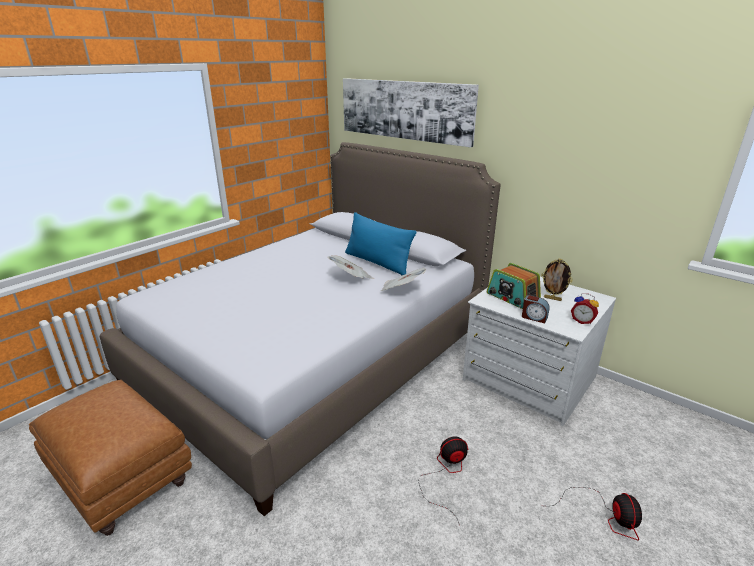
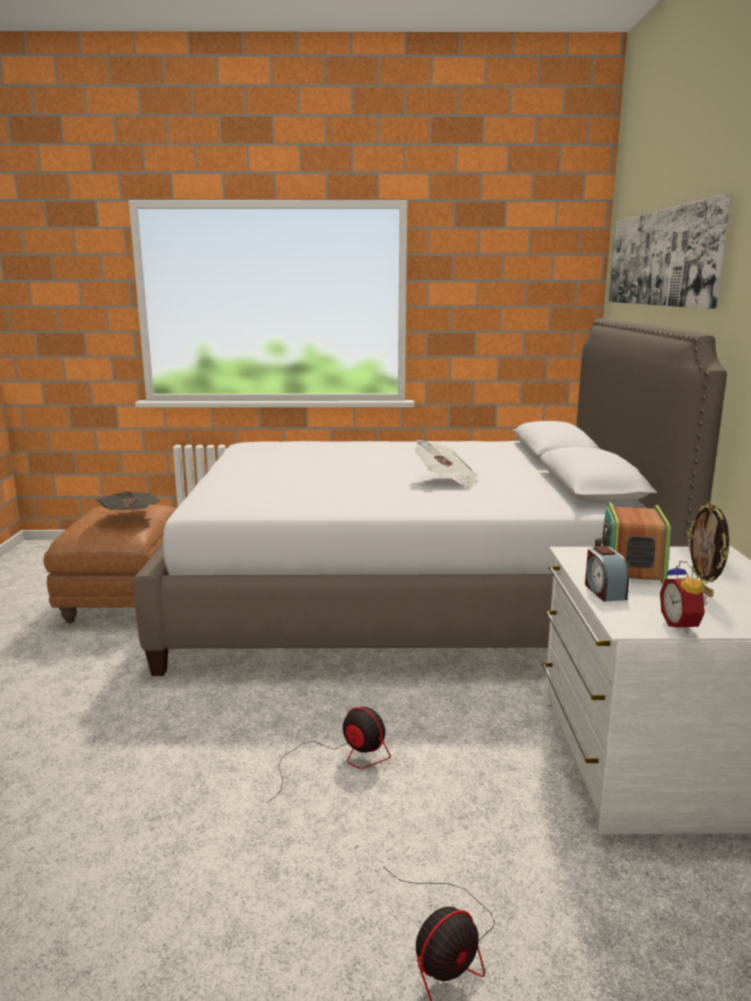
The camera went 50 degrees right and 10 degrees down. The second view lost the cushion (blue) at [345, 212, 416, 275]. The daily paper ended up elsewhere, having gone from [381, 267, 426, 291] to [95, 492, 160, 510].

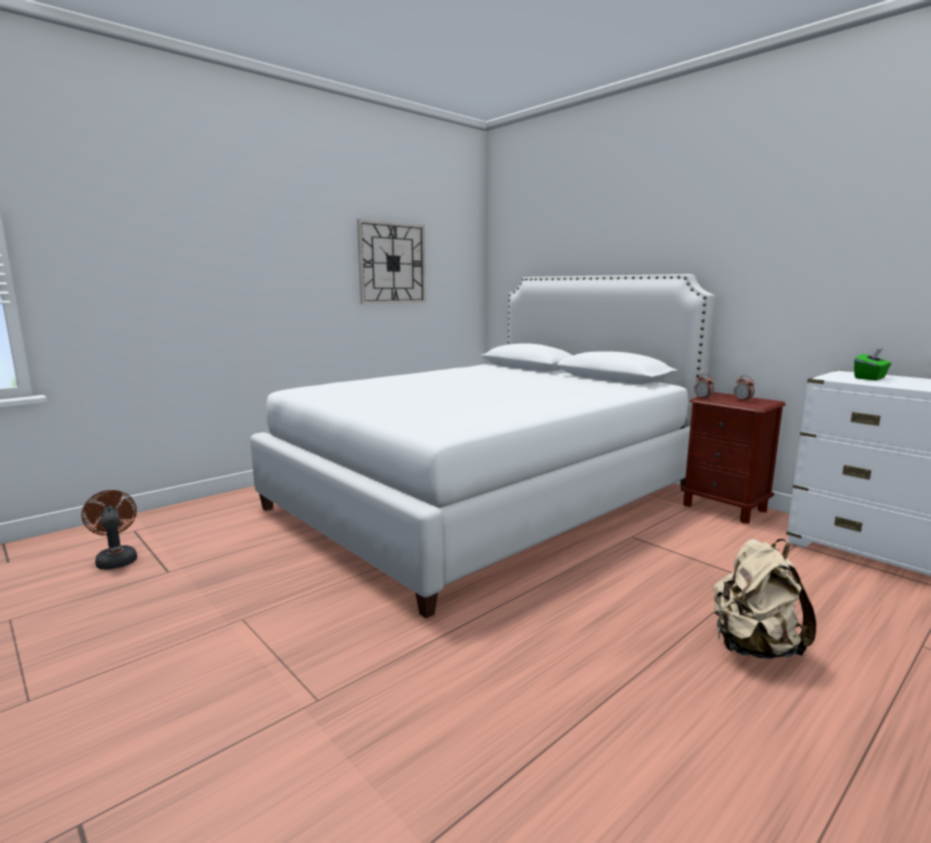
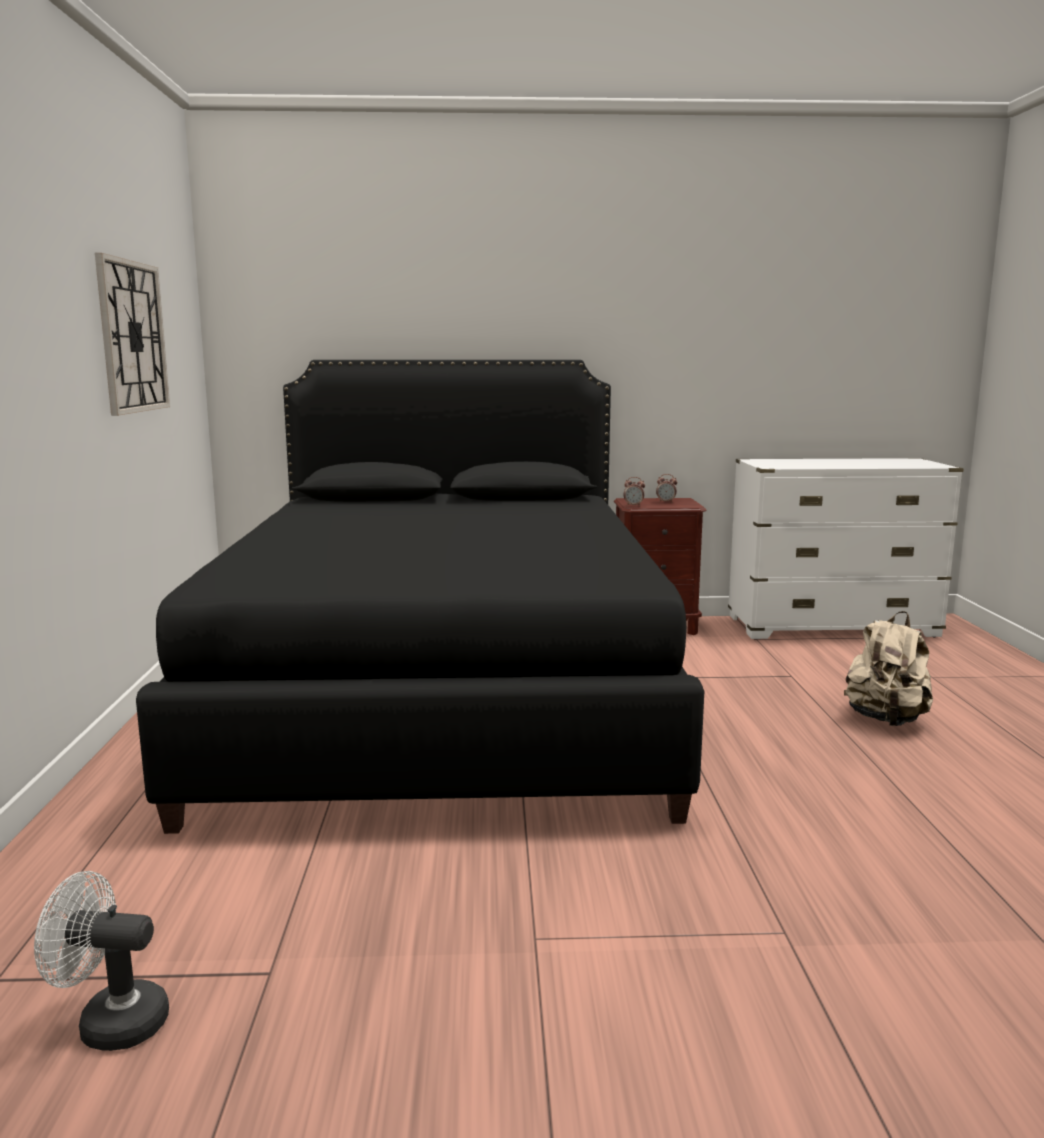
The camera went 50 degrees left and 0 degrees up. What was the fan (brown) at [81, 490, 137, 570] turned into the fan (white) at [34, 871, 169, 1051]. What was the bedroom bed (white) at [250, 274, 715, 618] turned into the bedroom bed (blackish) at [136, 360, 704, 834]. The second view lost the tissue box (green-coloured) at [854, 348, 892, 380].

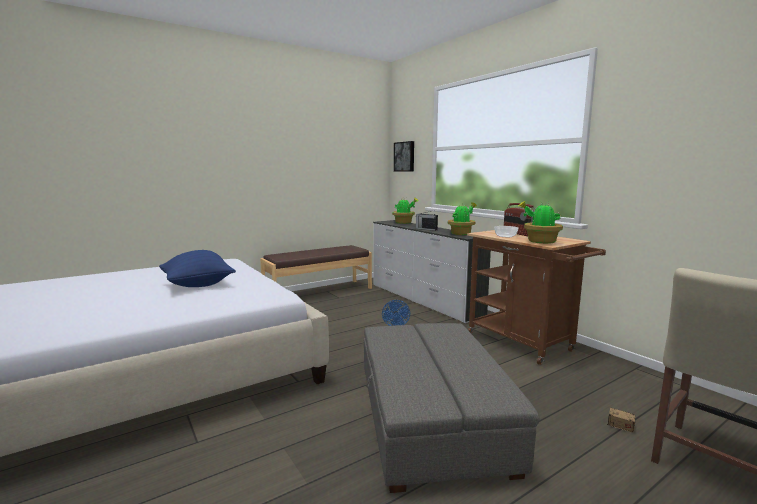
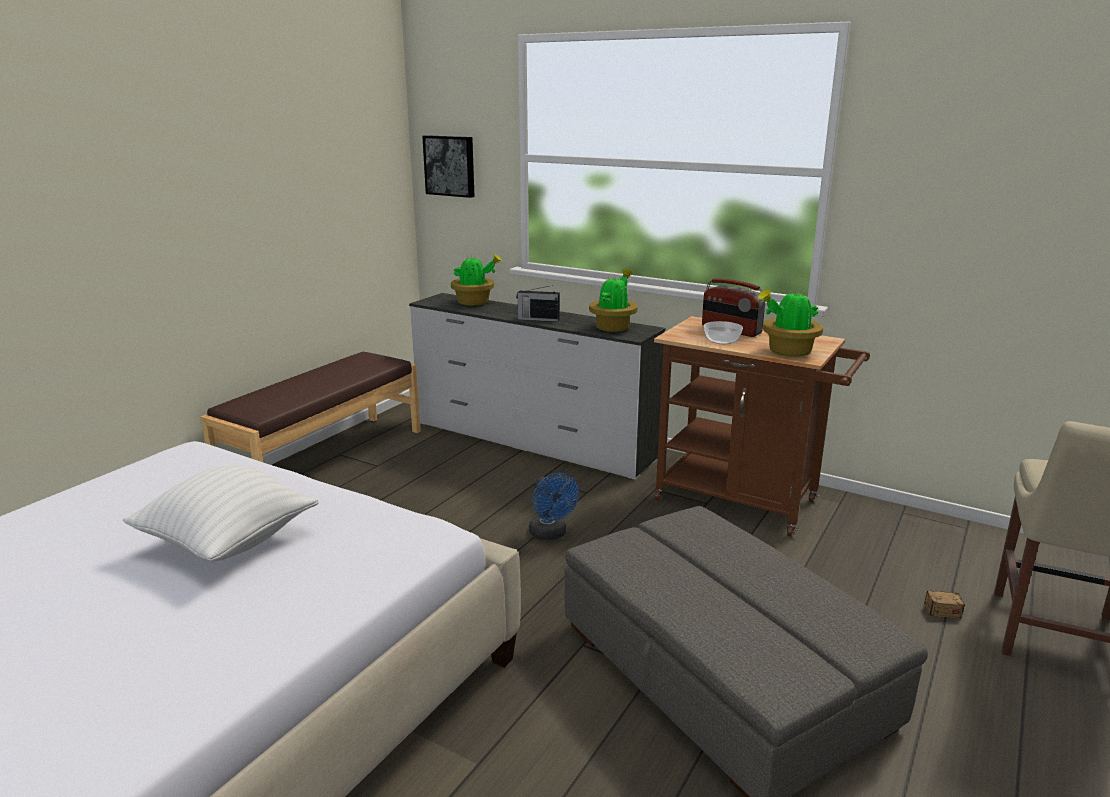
The camera went 25 degrees left and 10 degrees up. What was the cushion (blue) at [159, 250, 236, 287] turned into the cushion (white) at [123, 465, 319, 561].

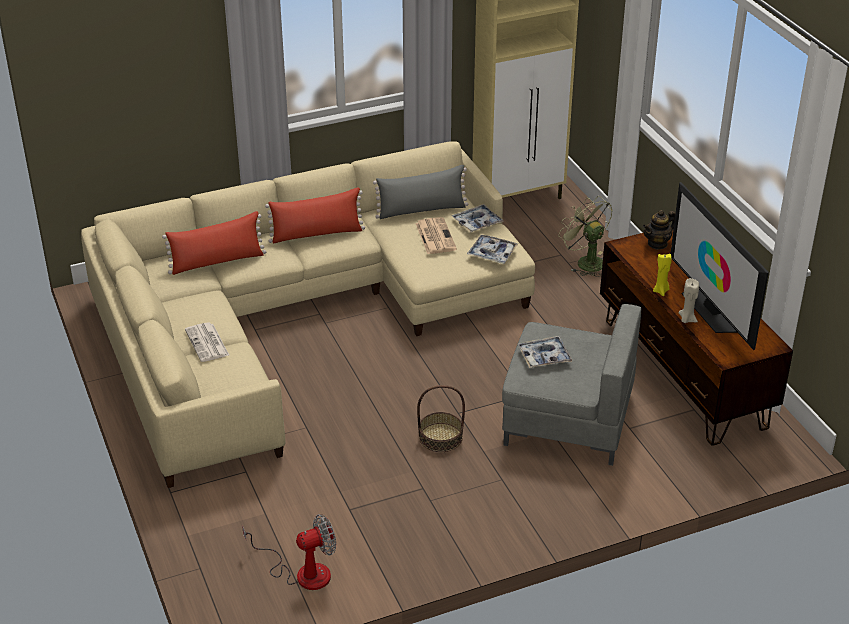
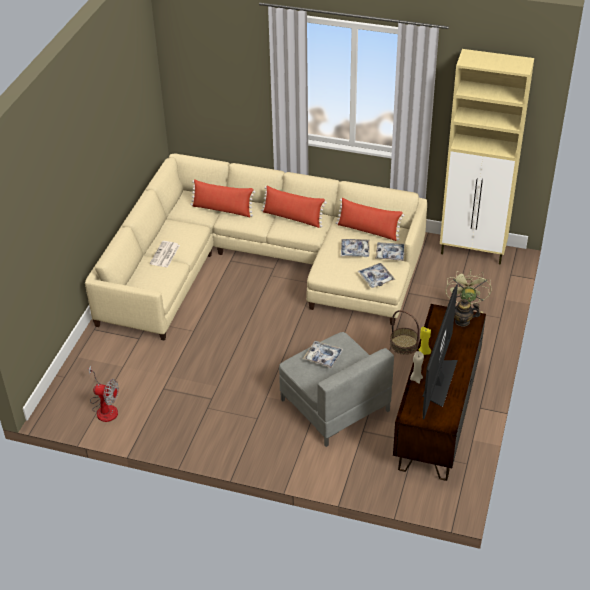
The camera went 40 degrees right and 5 degrees up. What was the cushion (grey) at [373, 165, 468, 219] turned into the cushion (red-coloured) at [336, 198, 404, 241]. Where the daily paper stood at [415, 217, 457, 254], the serving tray came to stand at [341, 239, 370, 257]. The household basket ended up elsewhere, having gone from [417, 385, 465, 452] to [390, 310, 419, 355].

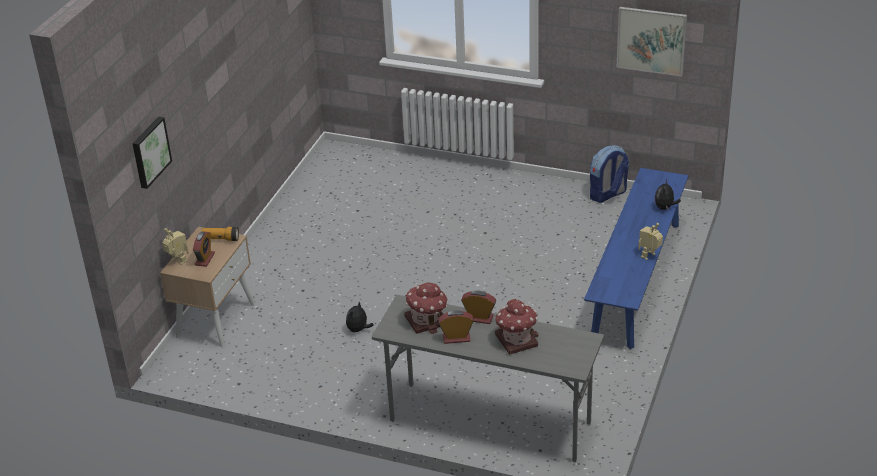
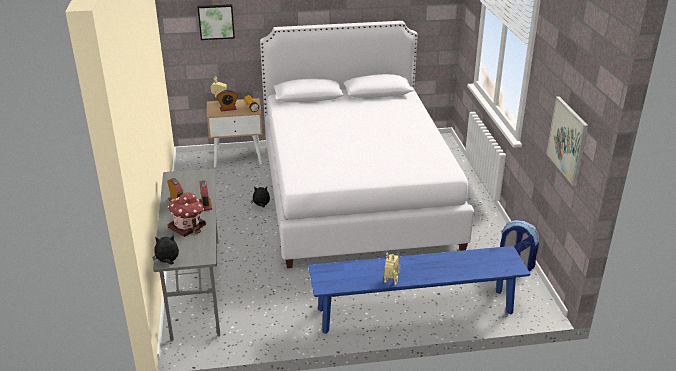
The camera went 60 degrees right and 5 degrees down. The second view lost the toy house at [404, 282, 447, 334]. The plush toy ended up elsewhere, having gone from [655, 179, 681, 210] to [153, 235, 179, 265]. The second view gained the bedroom bed (white) at [260, 21, 474, 268].

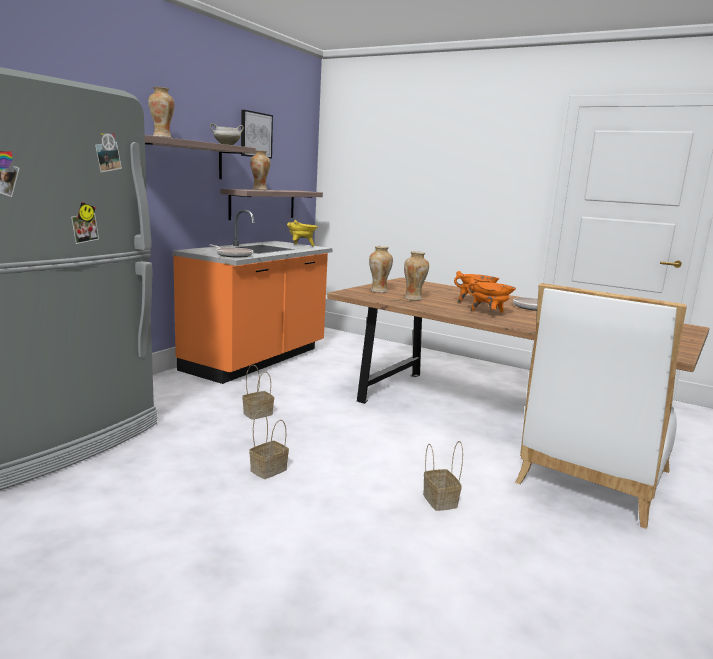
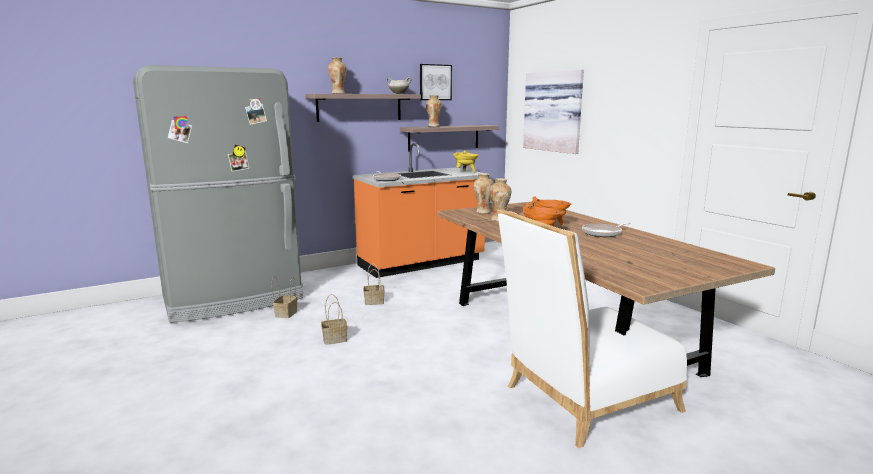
The camera went 30 degrees right and 0 degrees up. The household basket ended up elsewhere, having gone from [423, 441, 463, 511] to [272, 276, 297, 318]. The second view gained the wall art at [523, 70, 584, 154].

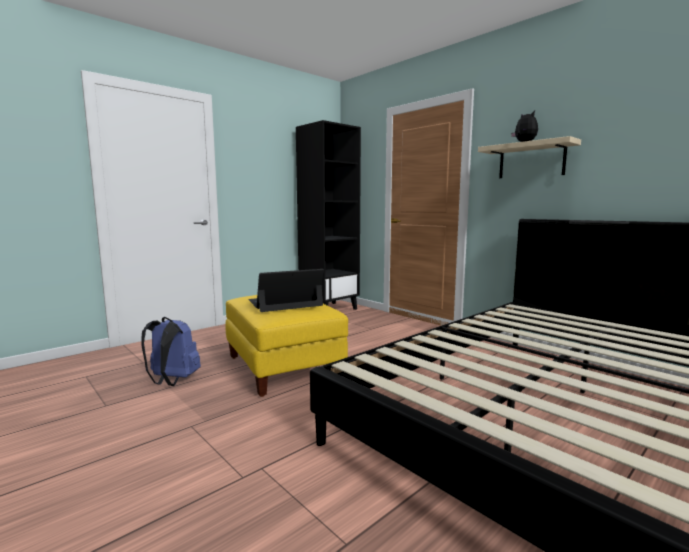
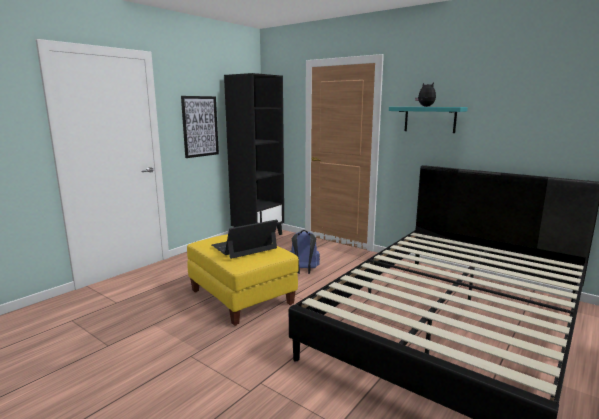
The camera went 10 degrees left and 5 degrees up. The rucksack (blue) ended up elsewhere, having gone from [141, 317, 201, 386] to [290, 230, 320, 274]. What was the bracket shelf (sand-coloured) at [478, 136, 581, 178] turned into the bracket shelf (turquoise) at [389, 107, 468, 133]. The second view gained the wall art at [181, 96, 219, 158].

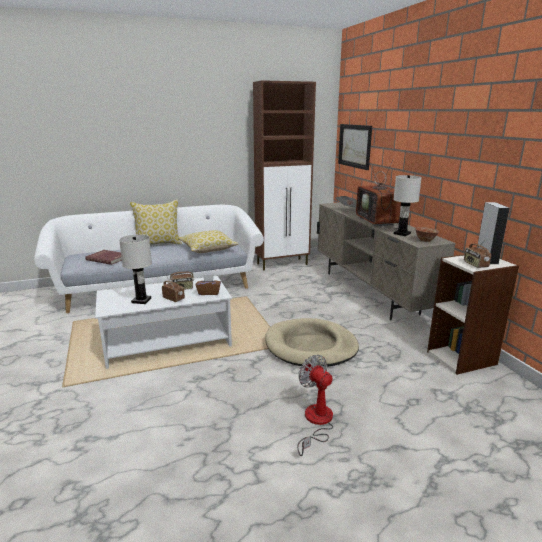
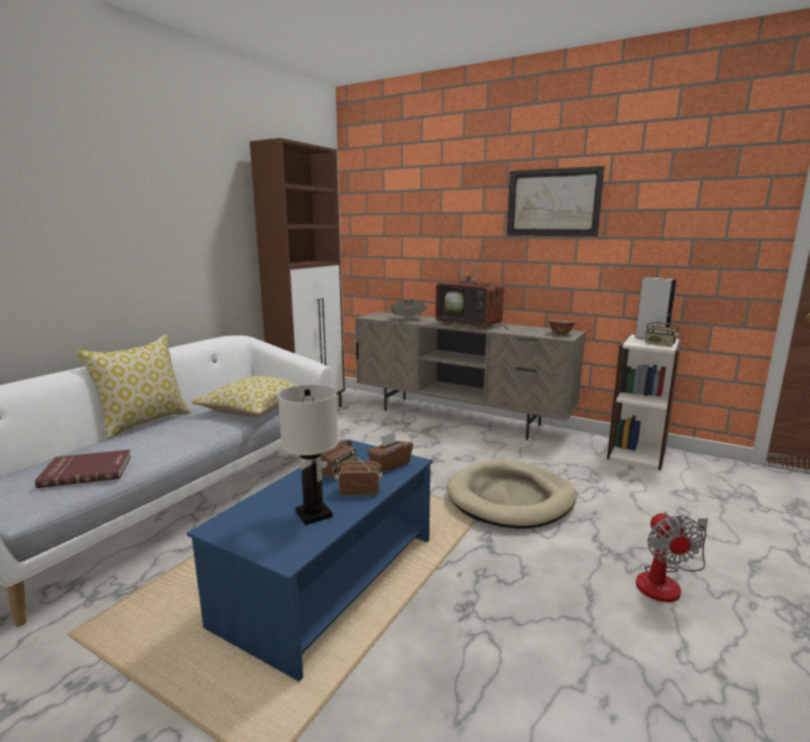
The camera went 40 degrees left and 5 degrees down. What was the low table (white) at [95, 276, 232, 369] turned into the low table (blue) at [187, 439, 432, 682]. The fan at [297, 355, 333, 456] ended up facing another way, 105 degrees counterclockwise from before. The wall art ended up elsewhere, having gone from [338, 124, 372, 170] to [507, 166, 605, 236]. The second view lost the tabletop lamp (white) at [393, 175, 422, 236].

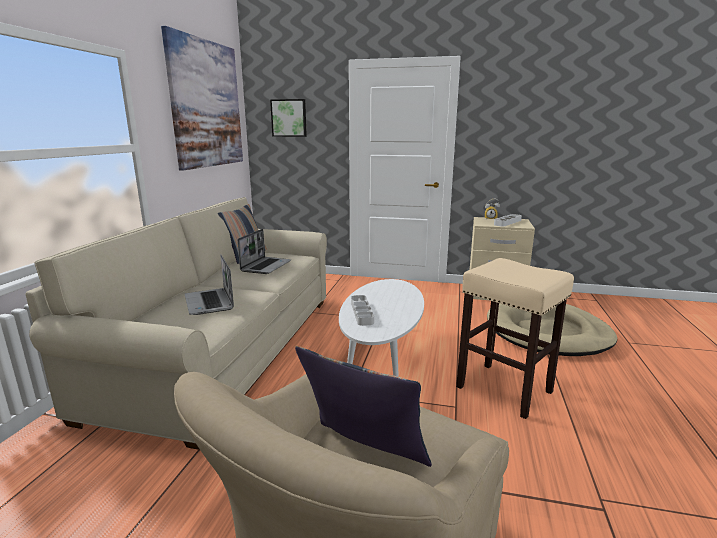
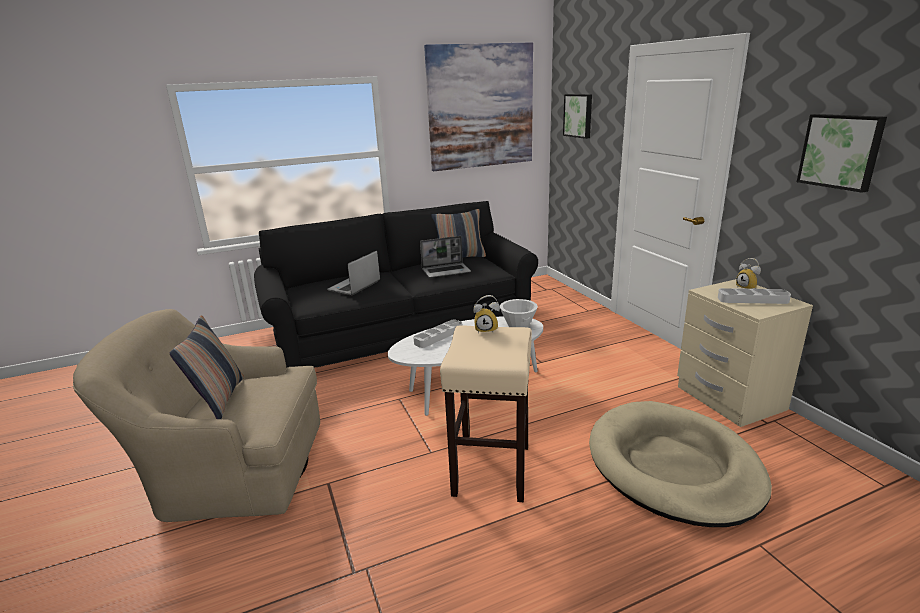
The camera went 55 degrees right and 5 degrees up. What was the sofa (sand-coloured) at [26, 197, 327, 450] turned into the sofa (blackish) at [254, 201, 538, 368]. The second view gained the table clock at [473, 295, 500, 334]. The second view gained the bowl (white) at [500, 299, 538, 328]. The second view gained the wall art at [797, 114, 887, 193].

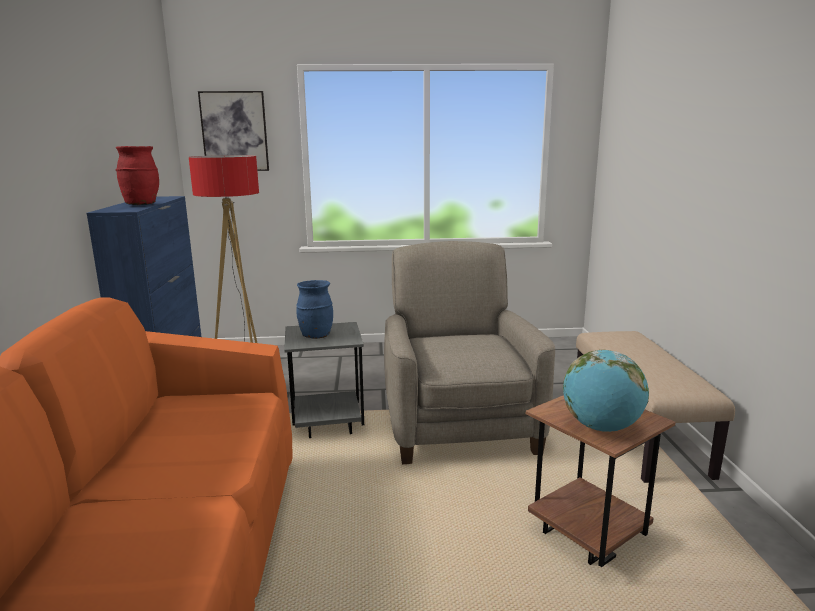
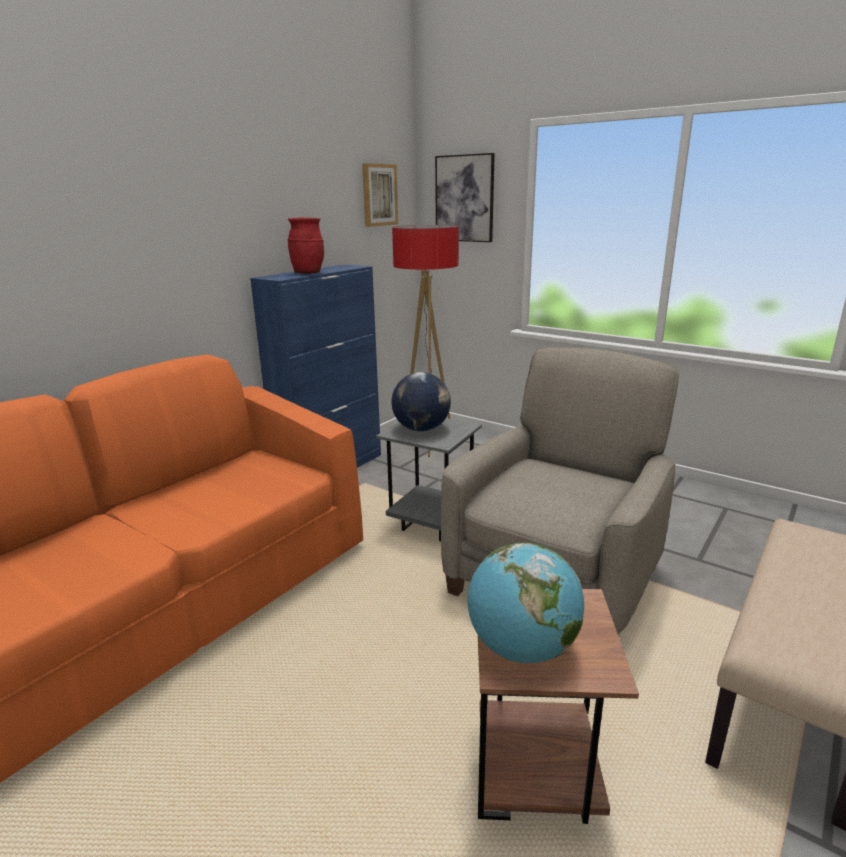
The camera went 40 degrees right and 5 degrees up. Where the decorative vase (blue) stood at [296, 280, 333, 339], the desk globe came to stand at [391, 372, 451, 432]. The second view gained the wall art at [362, 163, 398, 227].

